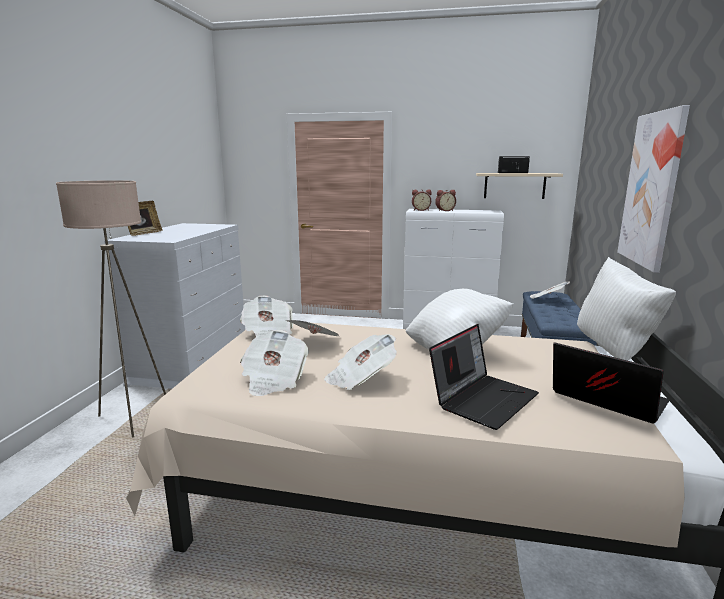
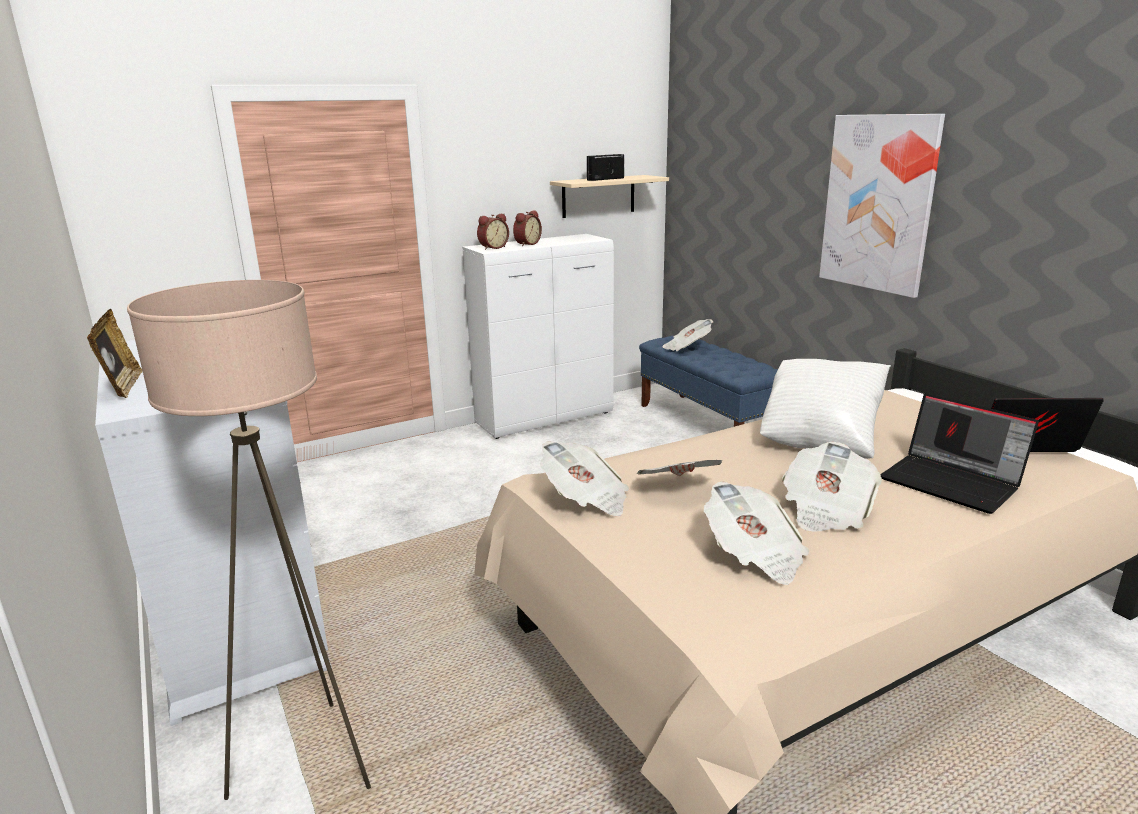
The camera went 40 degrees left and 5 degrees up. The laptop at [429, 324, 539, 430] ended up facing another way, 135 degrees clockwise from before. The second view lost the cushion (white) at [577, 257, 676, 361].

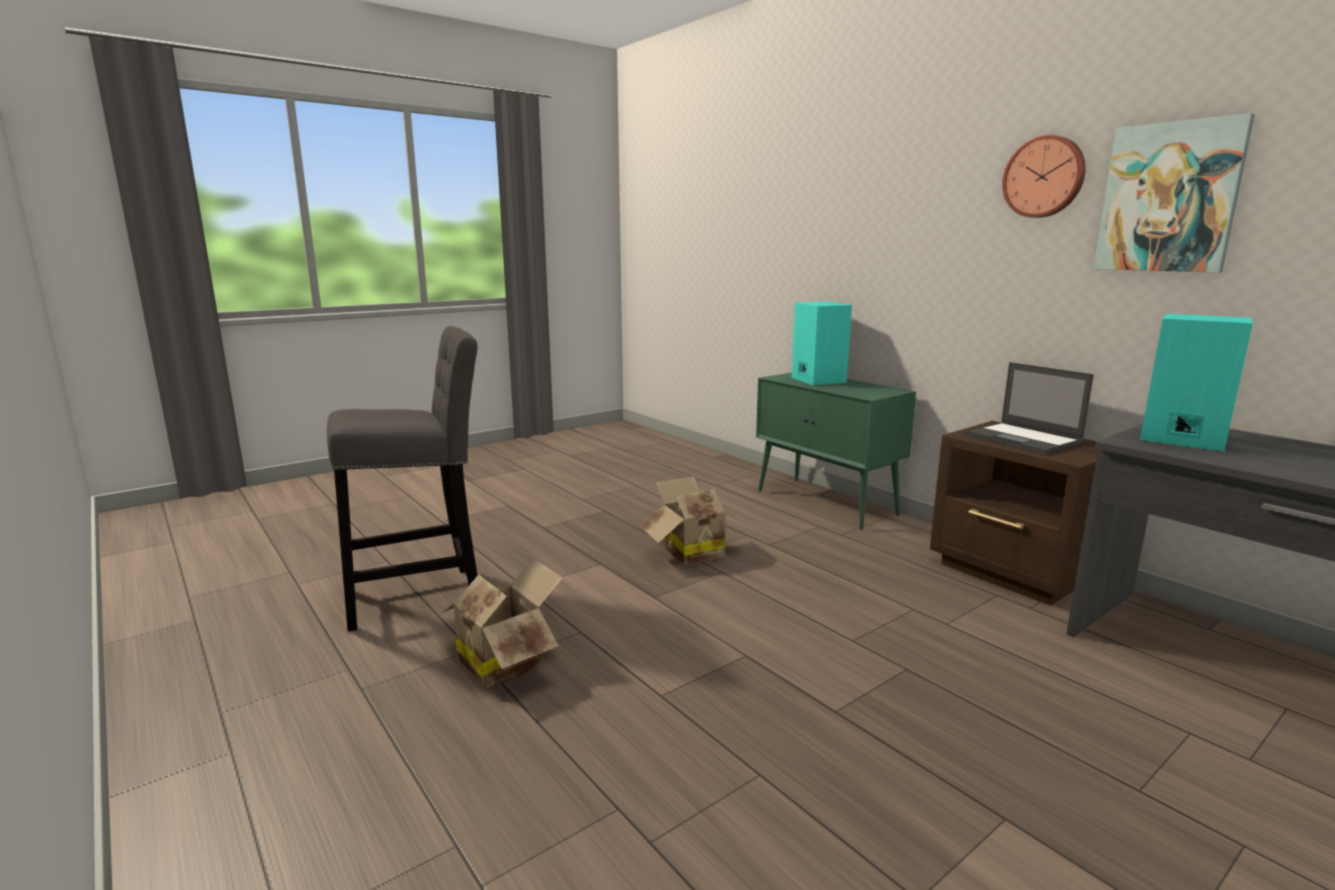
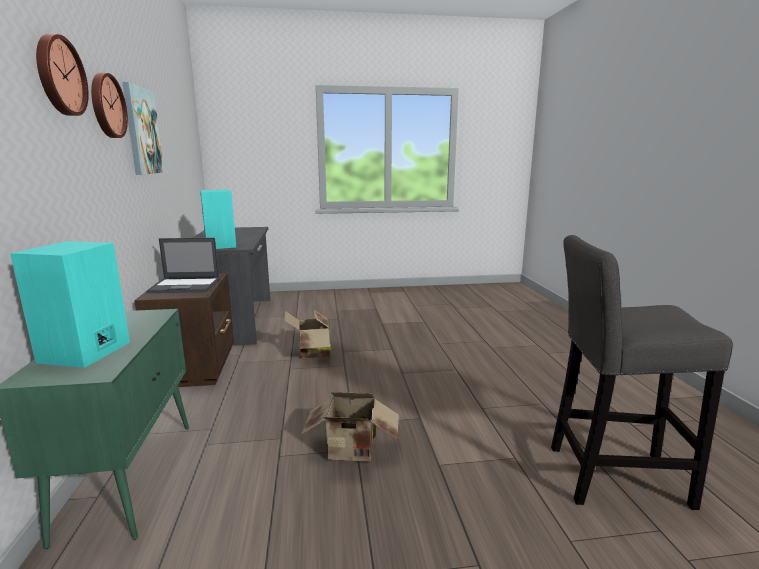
The camera went 150 degrees left and 0 degrees up. The carton ended up elsewhere, having gone from [441, 558, 563, 688] to [284, 309, 331, 359]. The laptop at [964, 362, 1094, 455] ended up facing another way, 90 degrees clockwise from before. The second view gained the hanging clock at [36, 34, 89, 116].

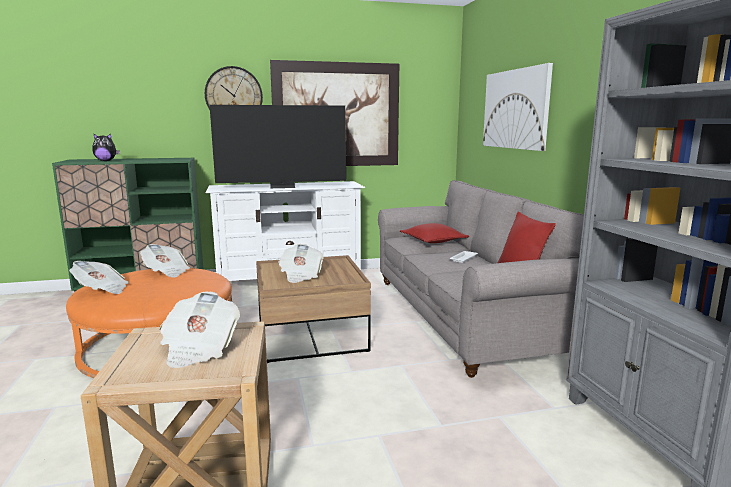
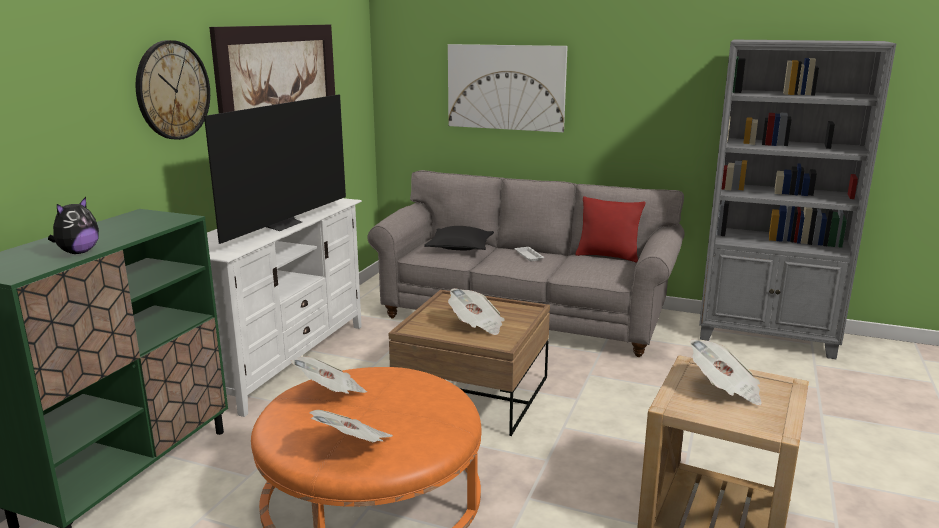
The camera went 55 degrees left and 5 degrees up. What was the cushion (red-coloured) at [400, 223, 469, 243] turned into the cushion (blackish) at [424, 226, 494, 250].

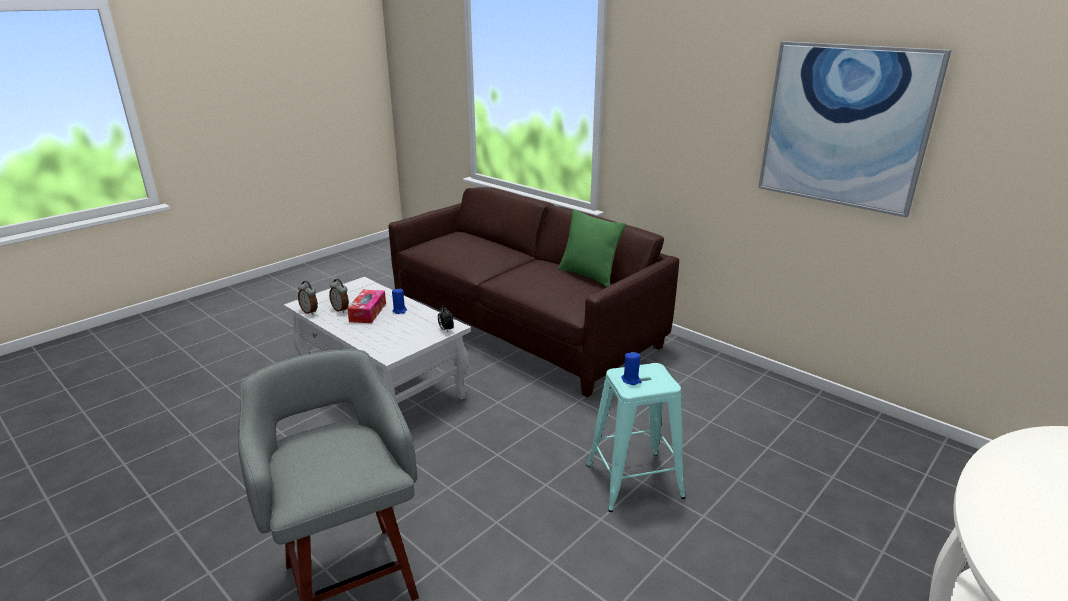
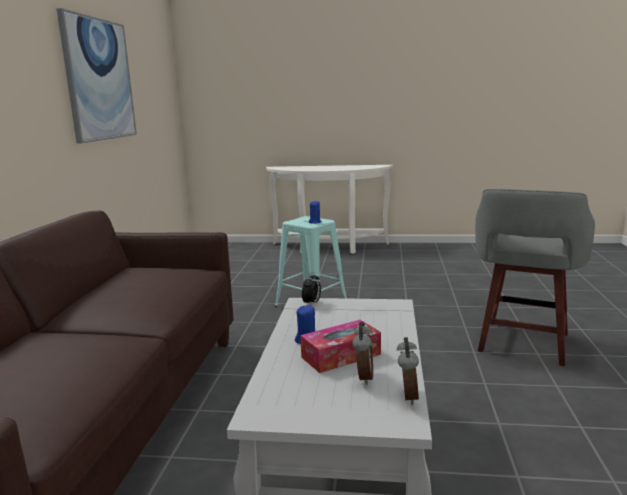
The camera went 125 degrees left and 10 degrees down. The second view lost the cushion (green-coloured) at [558, 209, 626, 287].

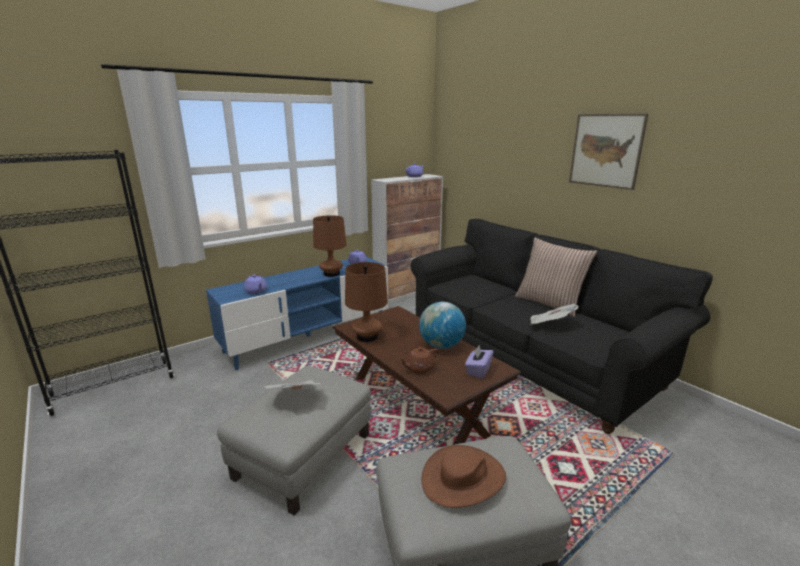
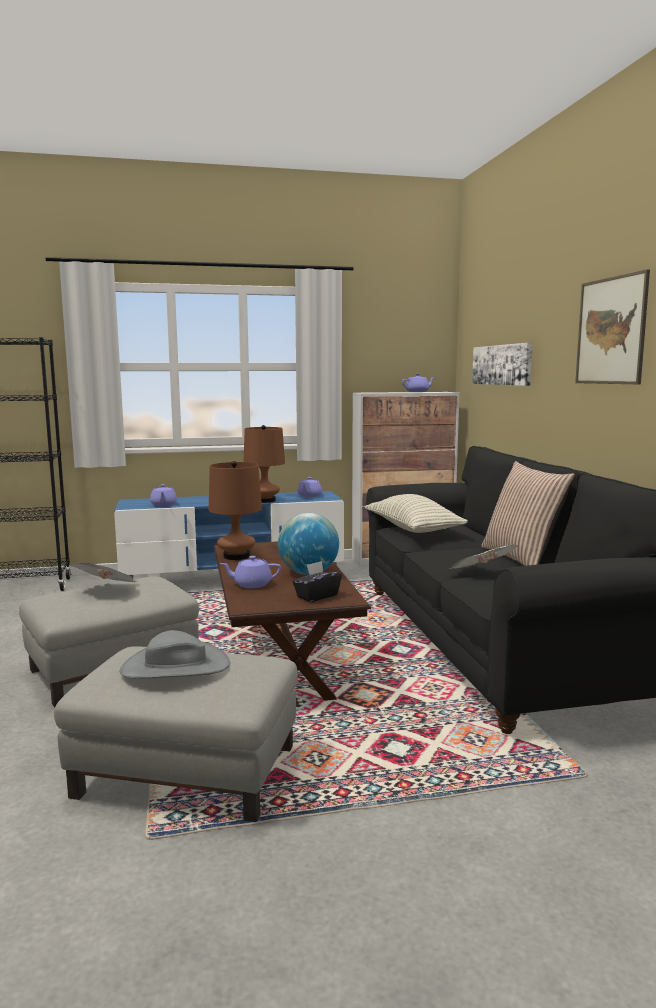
The camera went 25 degrees right and 10 degrees down. What was the tea pot (brown) at [398, 347, 439, 373] turned into the tea pot (purple) at [220, 556, 281, 588]. What was the wearable hat (brown) at [421, 445, 506, 508] turned into the wearable hat (grey) at [119, 630, 230, 679]. What was the tissue box (purple) at [465, 345, 494, 379] turned into the tissue box (blackish) at [292, 561, 342, 602]. The second view gained the cushion at [365, 494, 468, 533]. The second view gained the wall art at [472, 343, 533, 386].

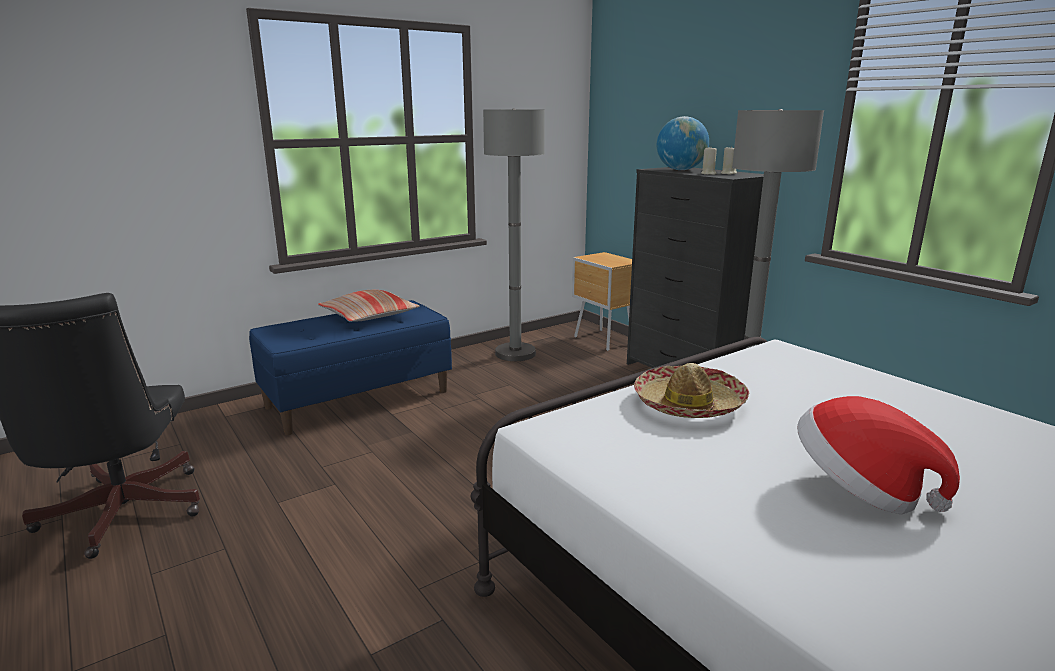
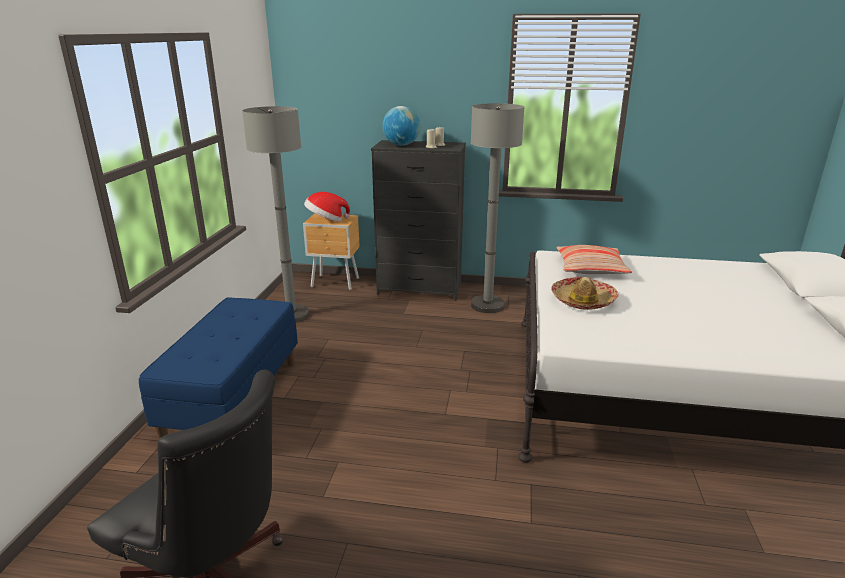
The camera went 45 degrees left and 5 degrees up. The cushion ended up elsewhere, having gone from [318, 290, 419, 322] to [556, 245, 632, 274]. The wearable hat ended up elsewhere, having gone from [797, 396, 960, 514] to [304, 192, 350, 222].

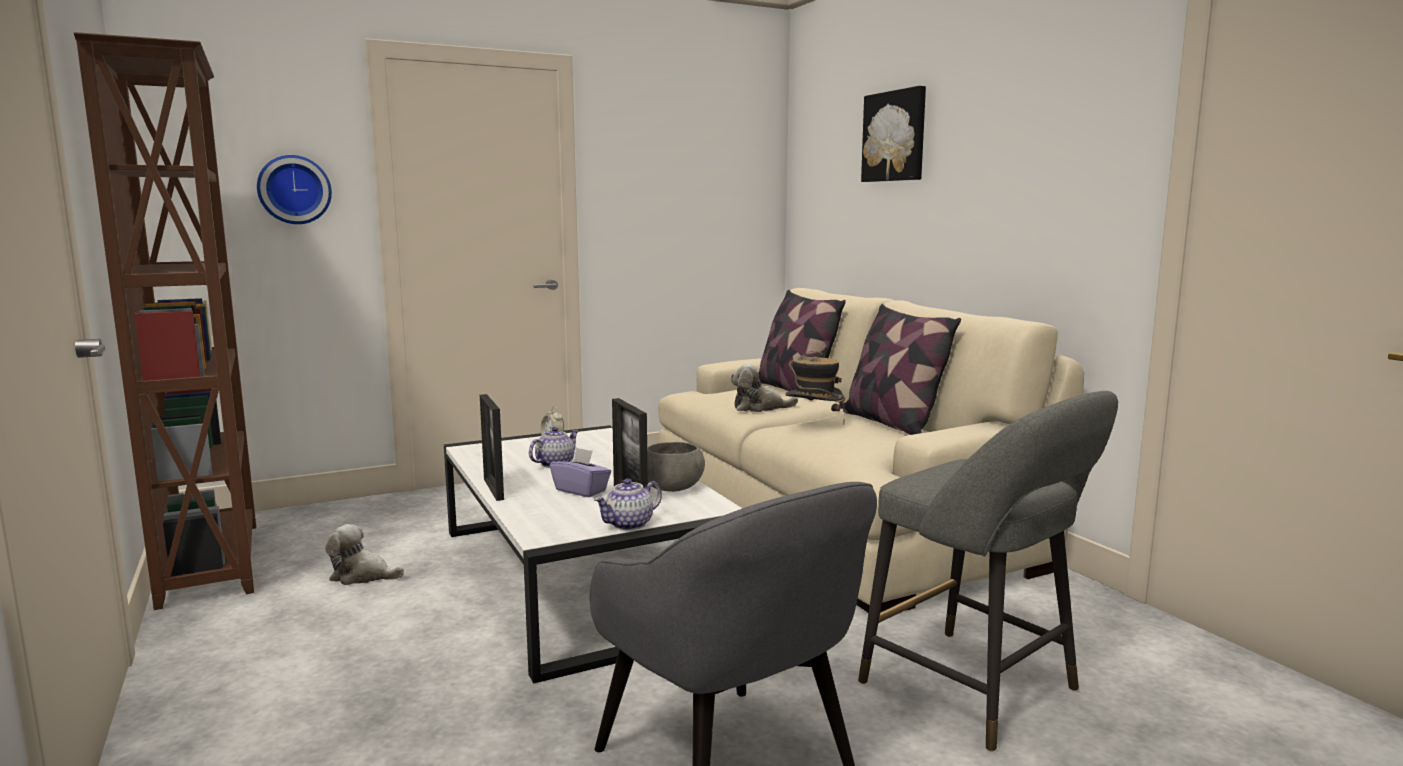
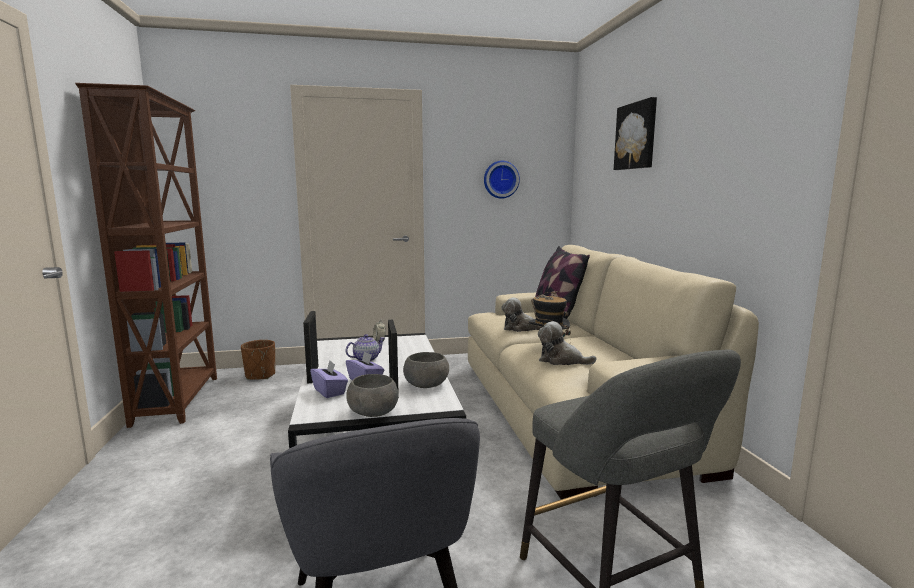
The camera went 15 degrees right and 0 degrees up. The hanging clock ended up elsewhere, having gone from [257, 155, 332, 224] to [484, 161, 520, 199]. The plush toy ended up elsewhere, having gone from [325, 524, 404, 585] to [538, 321, 597, 365]. Where the tea pot stood at [594, 479, 662, 530], the bowl (grey) came to stand at [346, 374, 399, 417]. The second view lost the cushion at [843, 304, 961, 435]. The second view gained the plant pot (brown) at [241, 340, 275, 380]. The second view gained the tissue box (purple) at [310, 361, 348, 398].

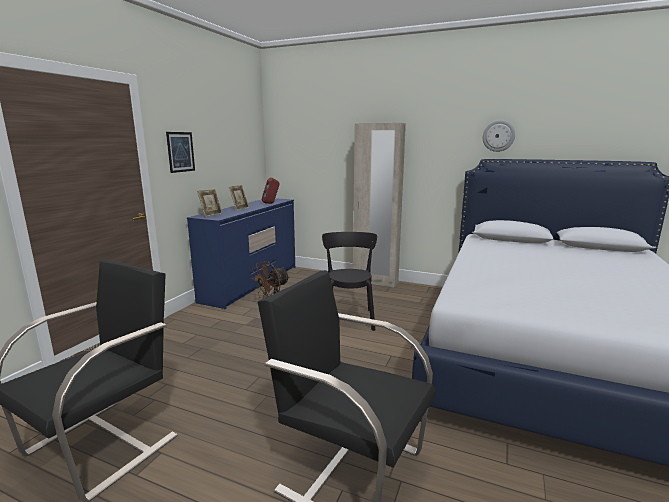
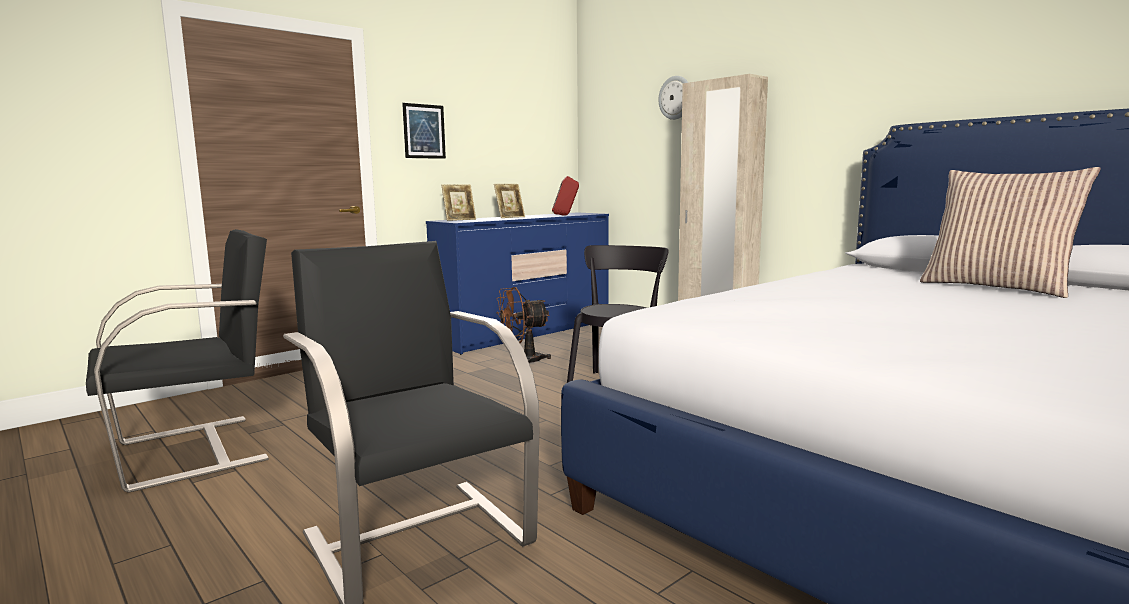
The camera went 25 degrees right and 5 degrees down. The hanging clock ended up elsewhere, having gone from [483, 120, 515, 152] to [658, 76, 689, 120]. The second view gained the cushion at [920, 167, 1101, 298].

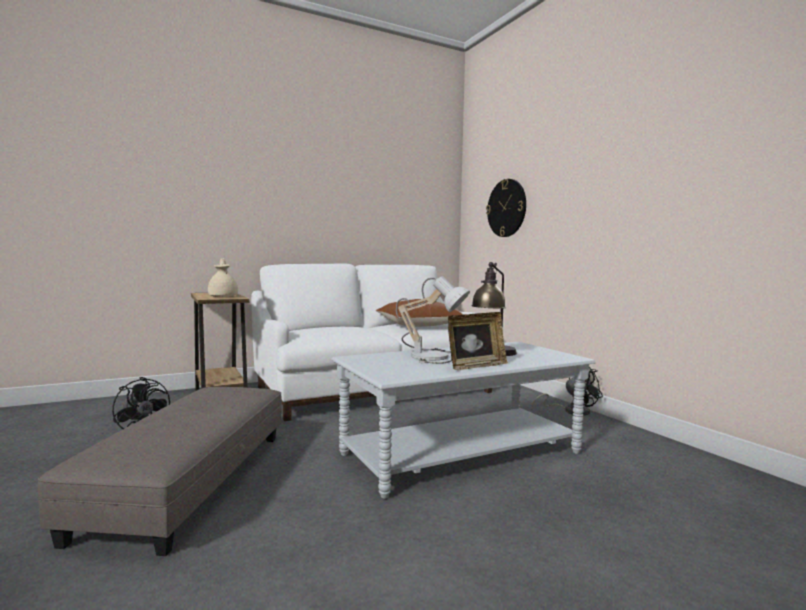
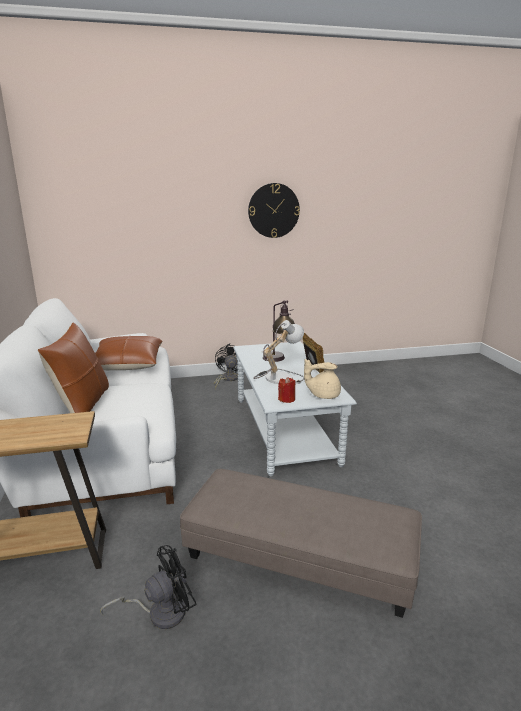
The camera went 75 degrees left and 15 degrees up. The tea pot (sand-coloured) ended up elsewhere, having gone from [208, 258, 238, 297] to [304, 359, 341, 399]. The hanging clock ended up elsewhere, having gone from [486, 179, 526, 237] to [248, 183, 300, 238]. The second view gained the cushion (brown) at [38, 323, 109, 413]. The second view gained the wax candle (red-coloured) at [278, 377, 296, 403].

